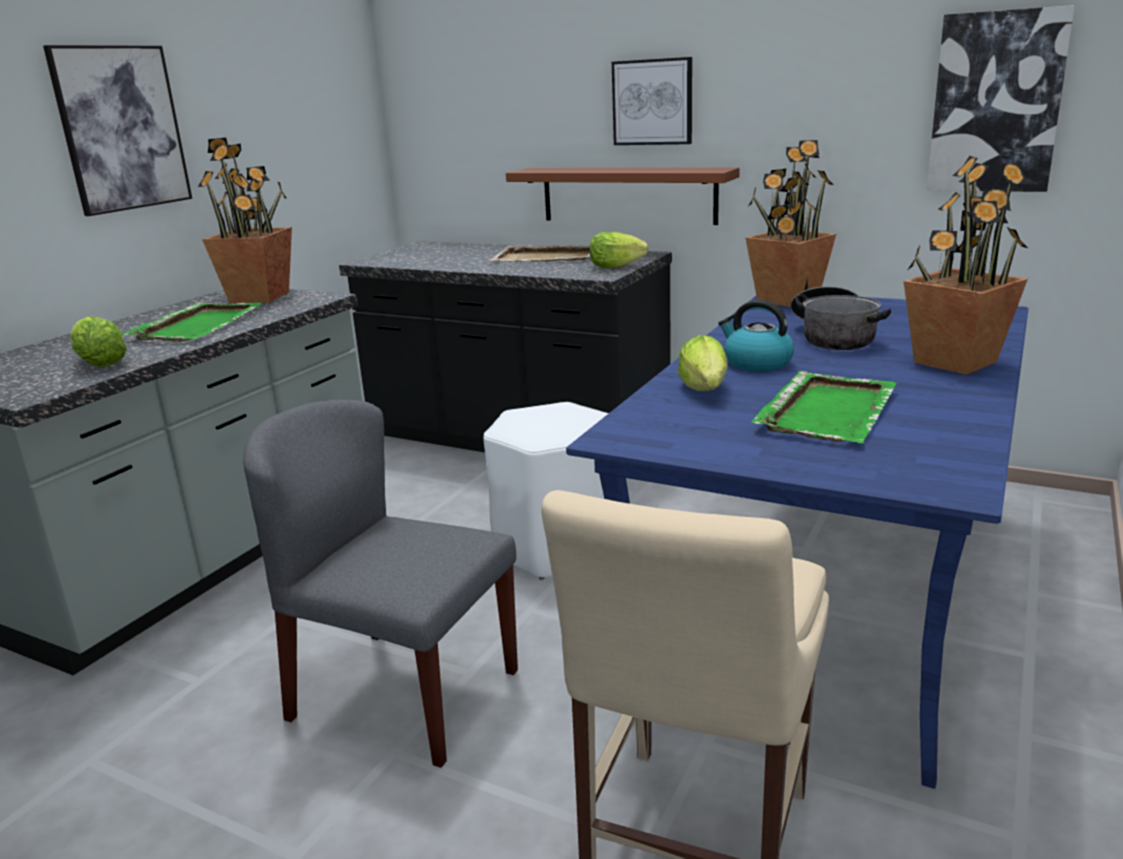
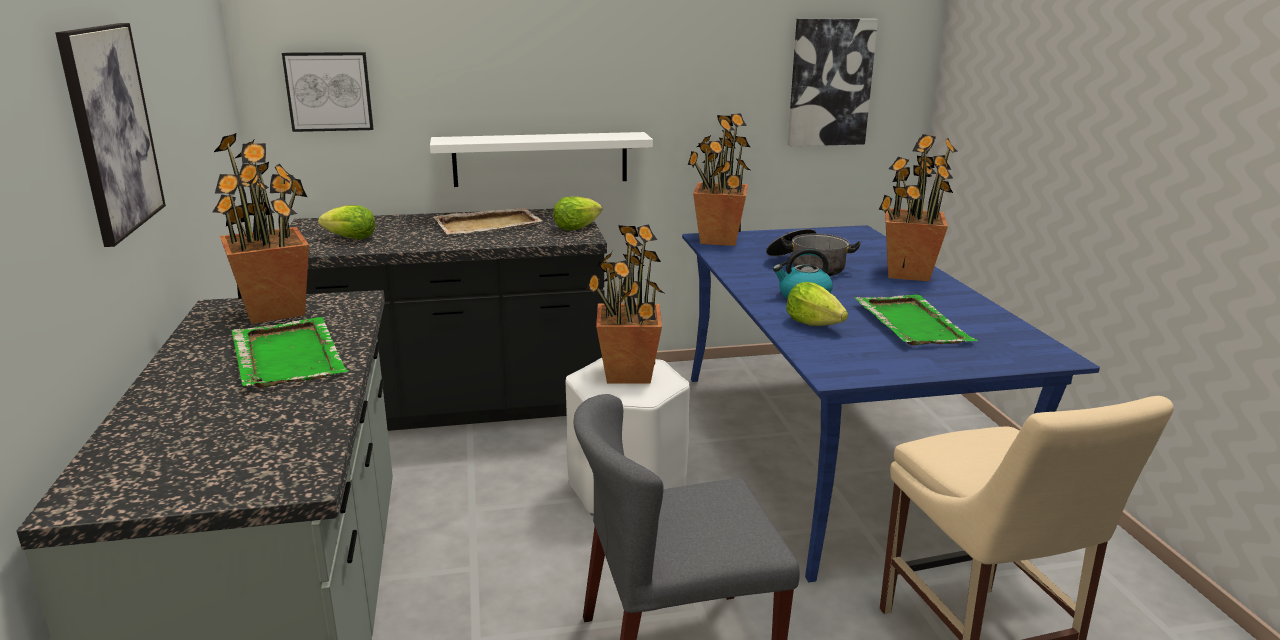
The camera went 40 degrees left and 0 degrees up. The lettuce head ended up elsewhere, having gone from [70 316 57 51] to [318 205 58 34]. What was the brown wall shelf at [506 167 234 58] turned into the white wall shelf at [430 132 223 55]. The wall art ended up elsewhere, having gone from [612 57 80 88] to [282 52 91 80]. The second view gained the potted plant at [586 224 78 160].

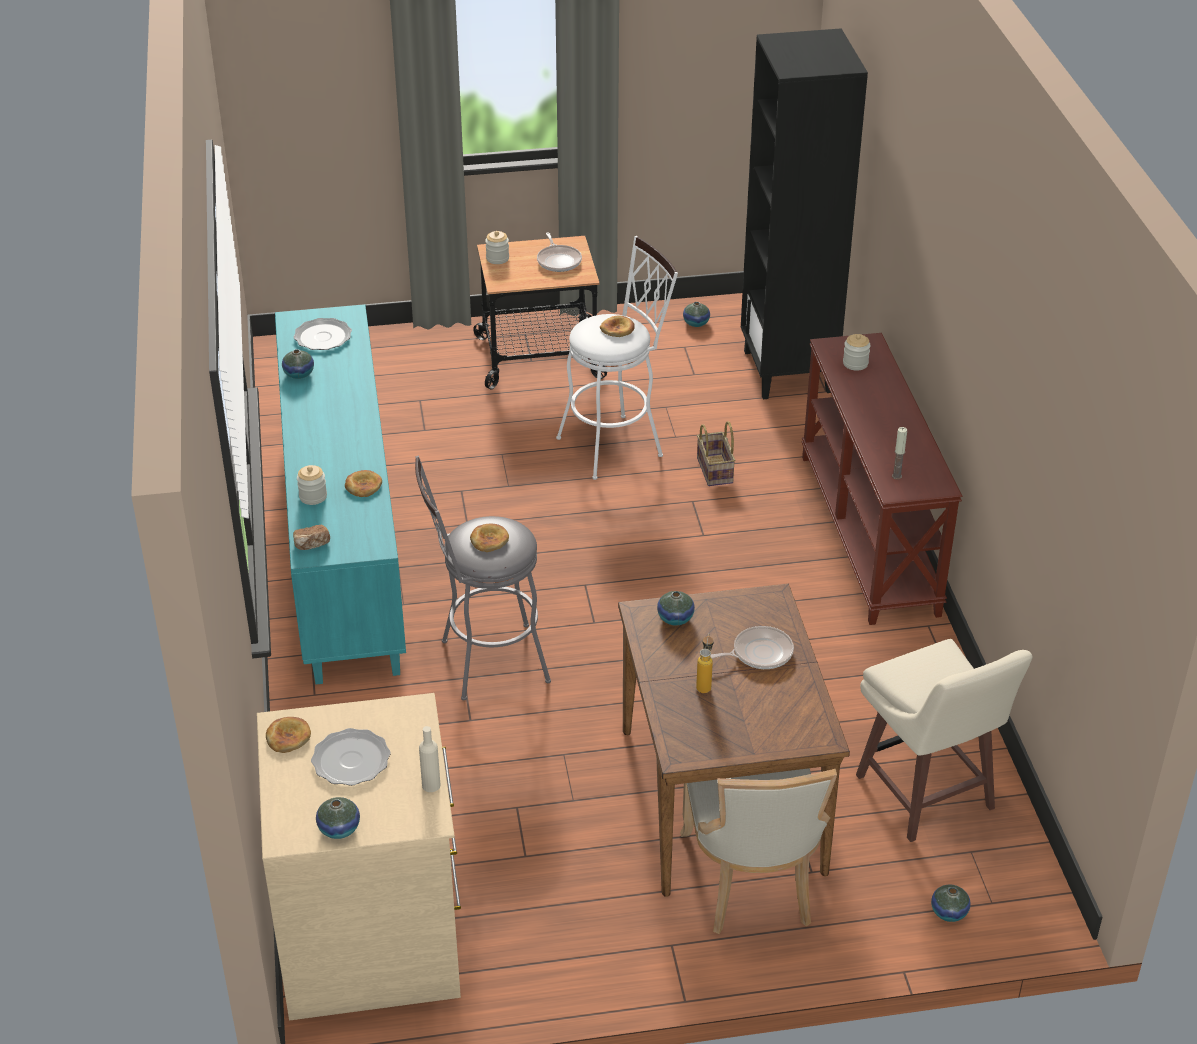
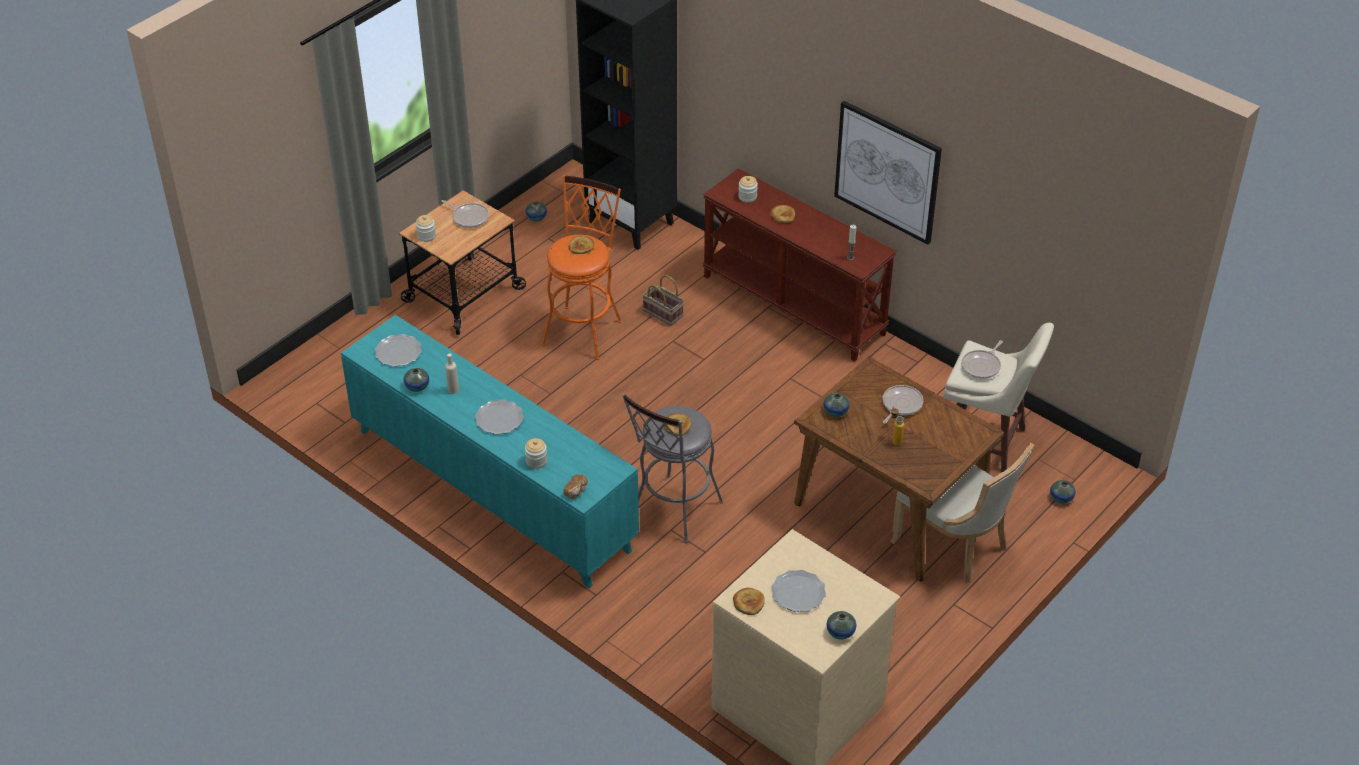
The camera went 40 degrees left and 5 degrees up. The bakery bread ended up elsewhere, having gone from [345 470 37 27] to [770 205 25 18]. The beige beverage bottle ended up elsewhere, having gone from [419 726 21 66] to [445 353 14 41]. What was the white sitting stool at [556 236 122 244] turned into the orange sitting stool at [542 175 80 185]. The second view gained the dinner plate at [475 399 49 36]. The second view gained the wall art at [834 101 108 144]. The second view gained the skillet at [961 340 42 39].

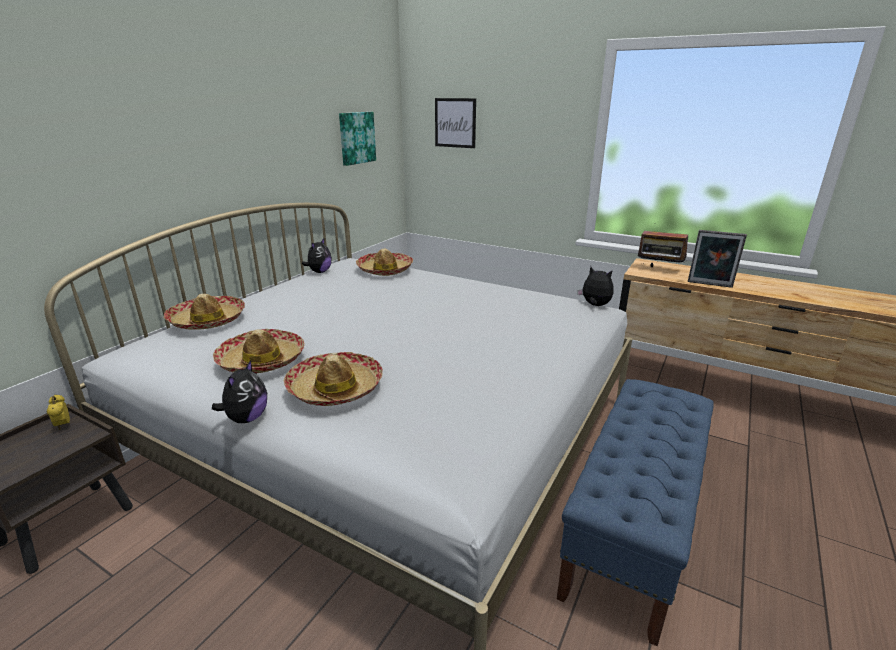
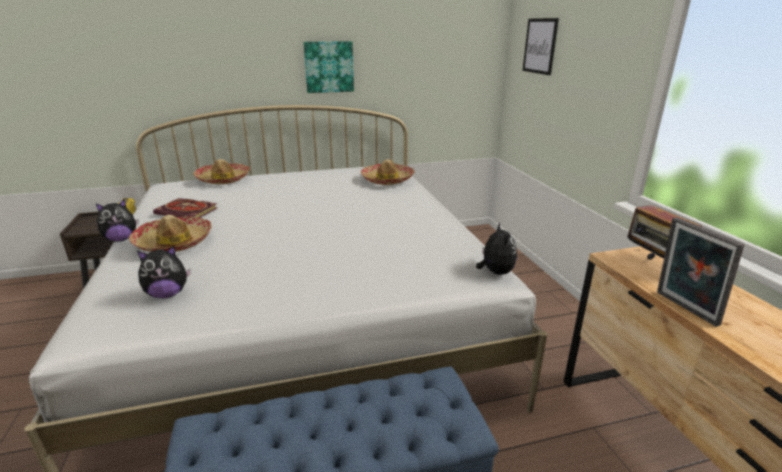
The camera went 45 degrees right and 0 degrees up. Where the hat stood at [213 329 92 44], the book came to stand at [153 198 64 20]. The cuddly toy ended up elsewhere, having gone from [302 238 30 35] to [137 246 54 52]. The wall art ended up elsewhere, having gone from [339 112 37 54] to [303 41 51 52].

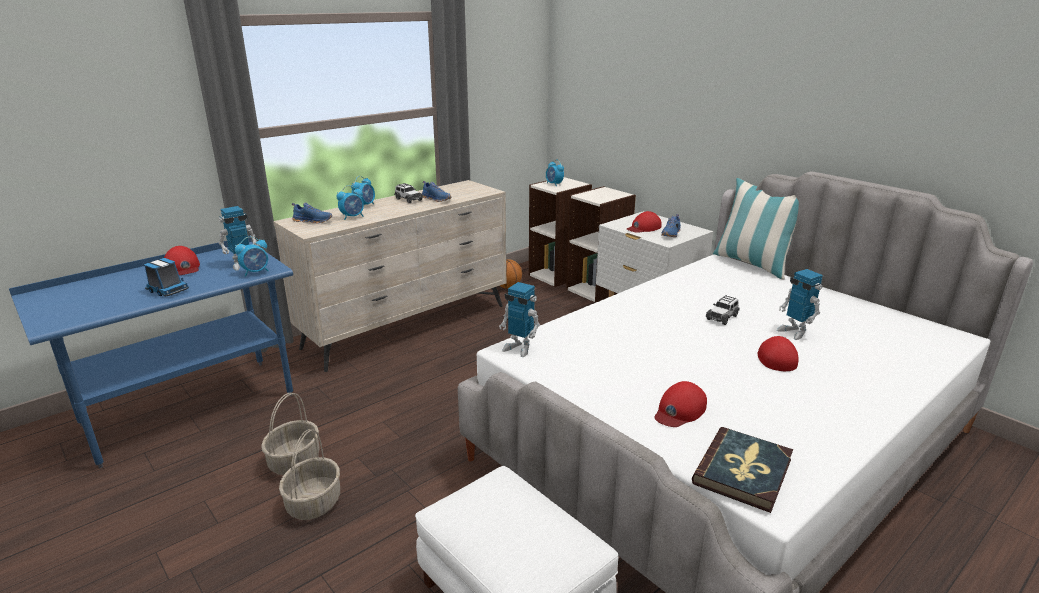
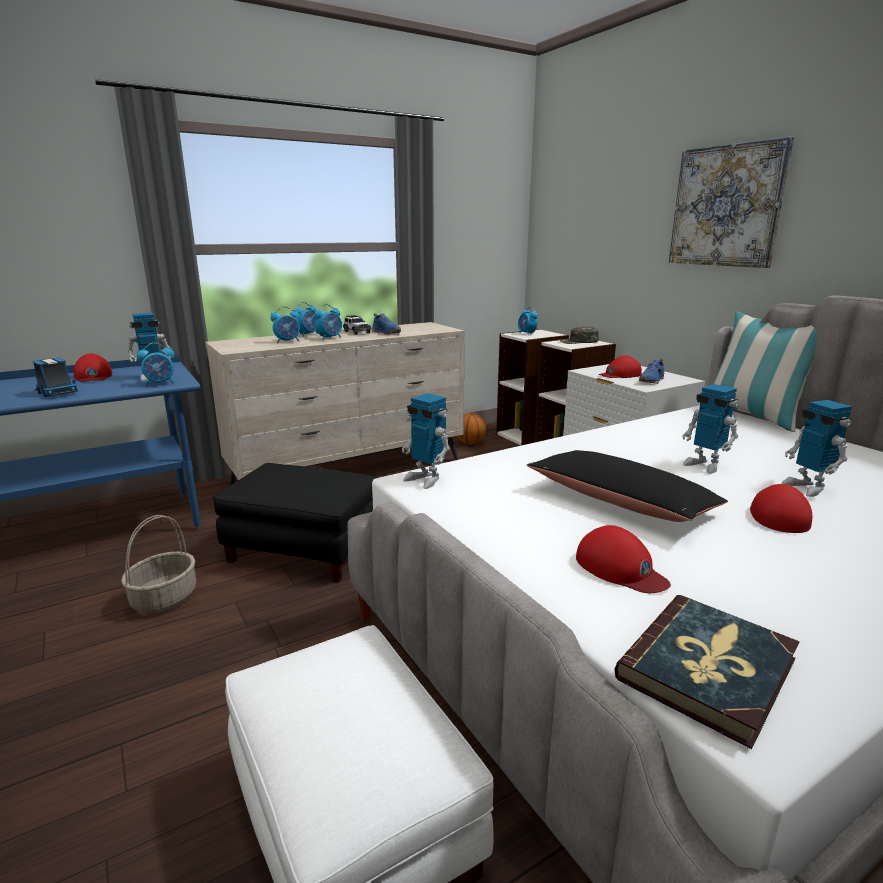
The camera went 10 degrees right and 5 degrees down. The second view lost the household basket at [279 429 61 91]. The second view lost the blue shoe at [292 203 40 21]. The red cap at [655 381 52 46] ended up facing another way, 90 degrees counterclockwise from before. Where the toy car stood at [706 295 34 30], the robot figure came to stand at [682 384 56 90]. The second view gained the blackish footrest at [213 463 166 120]. The second view gained the table clock at [314 304 28 36]. The second view gained the blackish cushion at [527 450 201 72]. The second view gained the greenish cap at [558 326 41 18]. The second view gained the wall art at [669 136 125 132].

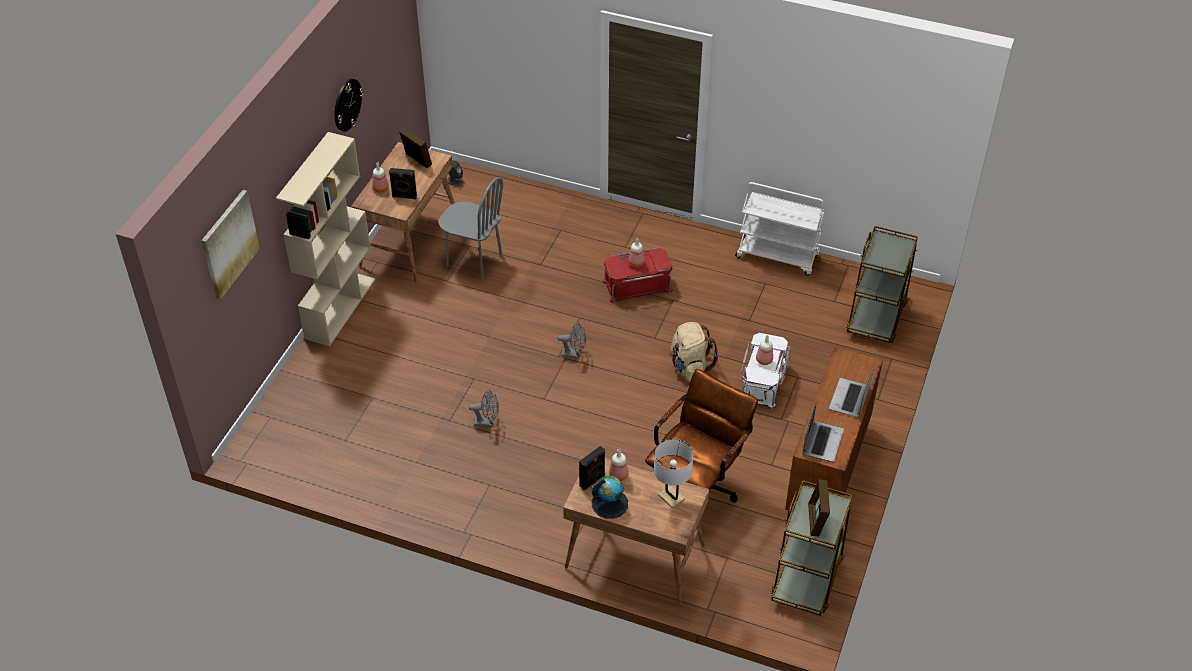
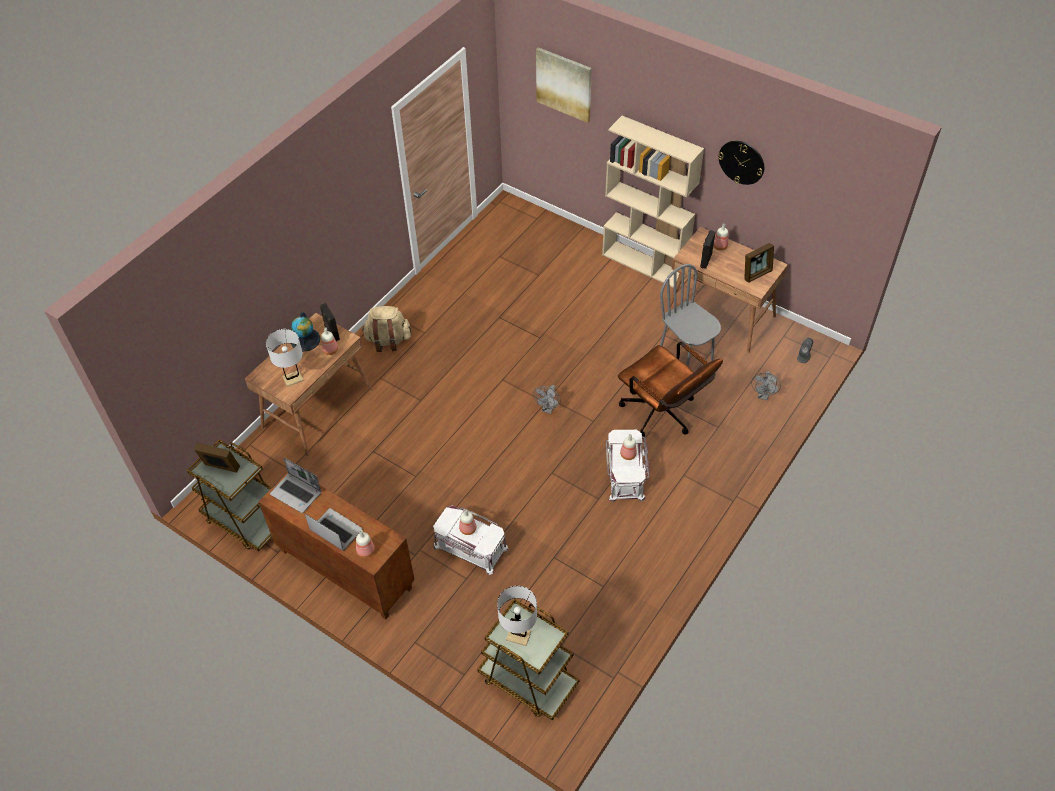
The camera went 105 degrees right and 5 degrees up. The grey plain chair at [439 177 64 103] ended up facing another way, 105 degrees clockwise from before. The grey fan ended up elsewhere, having gone from [469 390 30 37] to [751 371 30 29]. What was the red storage box at [602 248 71 56] turned into the white storage box at [605 430 44 72]. The brown computer chair ended up elsewhere, having gone from [645 369 113 134] to [618 341 105 98]. The beige backpack ended up elsewhere, having gone from [669 322 50 60] to [362 306 49 46]. The second view lost the white trolley at [735 182 90 93]. The second view gained the beverage bottle at [356 530 19 28]. The second view gained the white tabletop lamp at [497 586 40 60].

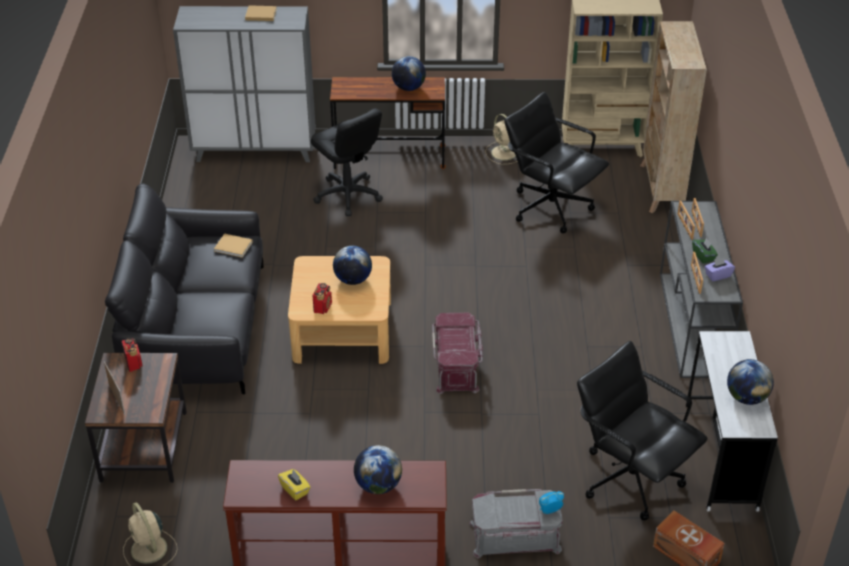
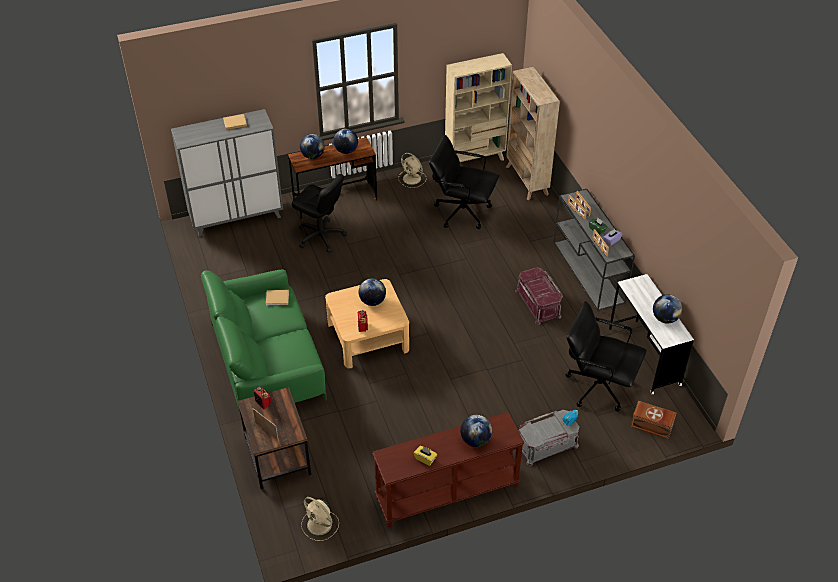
The camera went 20 degrees left and 5 degrees up. What was the blackish couch at [105 183 159 212] turned into the greenish couch at [201 270 126 141]. The red storage box ended up elsewhere, having gone from [432 313 51 81] to [515 267 48 58]. The second view gained the desk globe at [300 134 25 25].

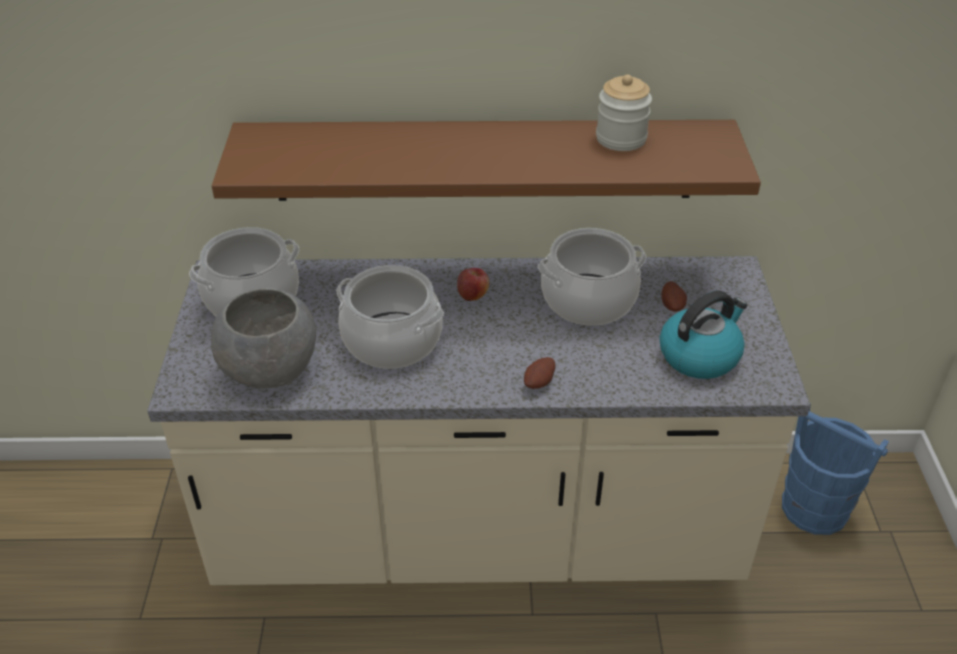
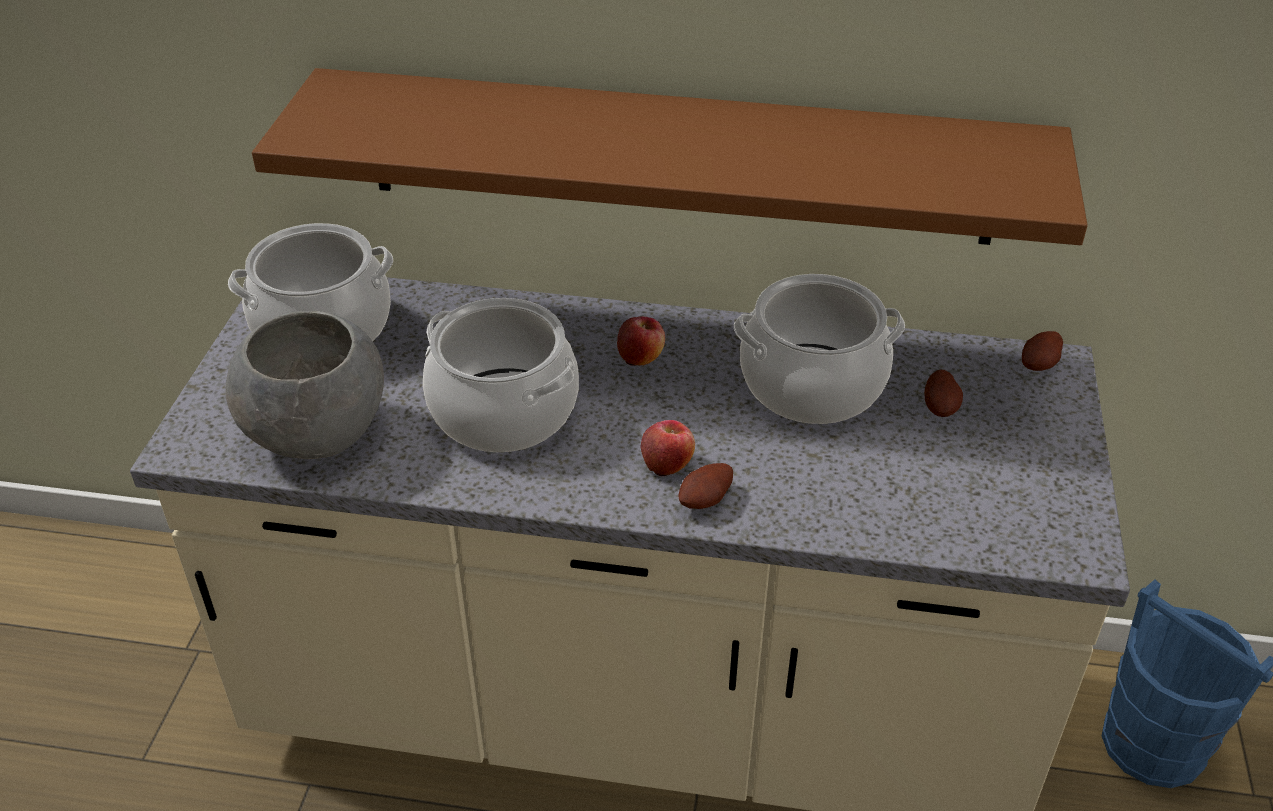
The camera went 10 degrees right and 0 degrees up. The second view lost the jar at [596 74 56 77]. The second view lost the water kettle at [659 291 88 88]. The second view gained the apple at [641 420 54 56]. The second view gained the potato at [1022 331 41 40].

